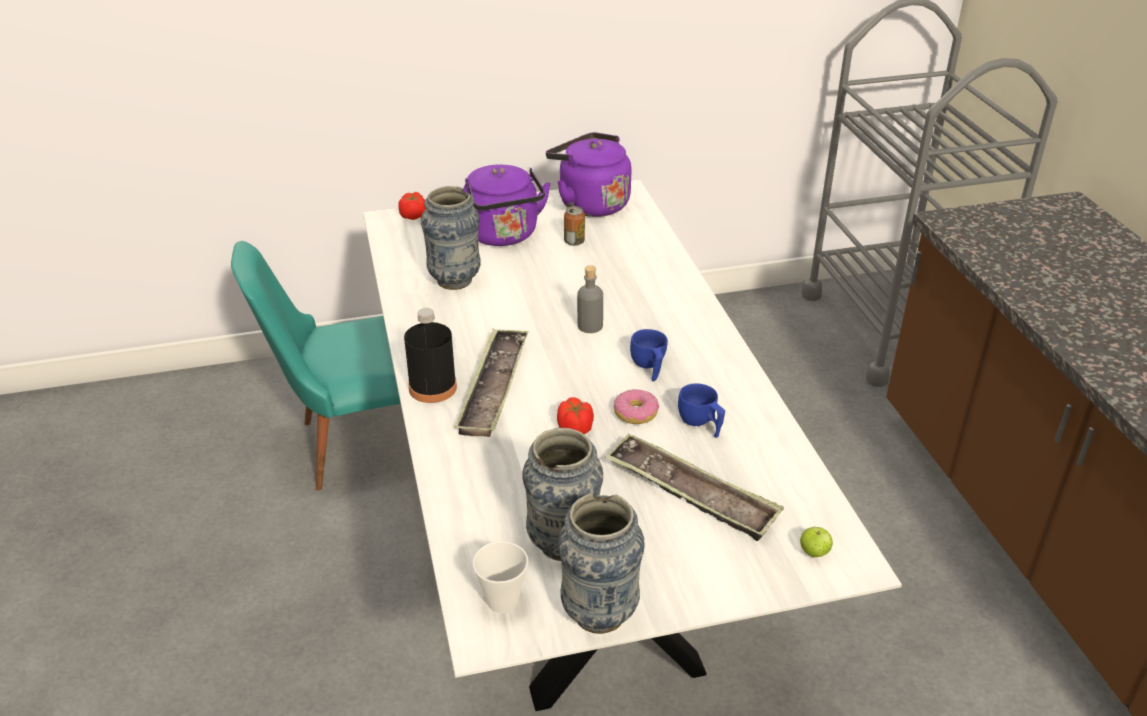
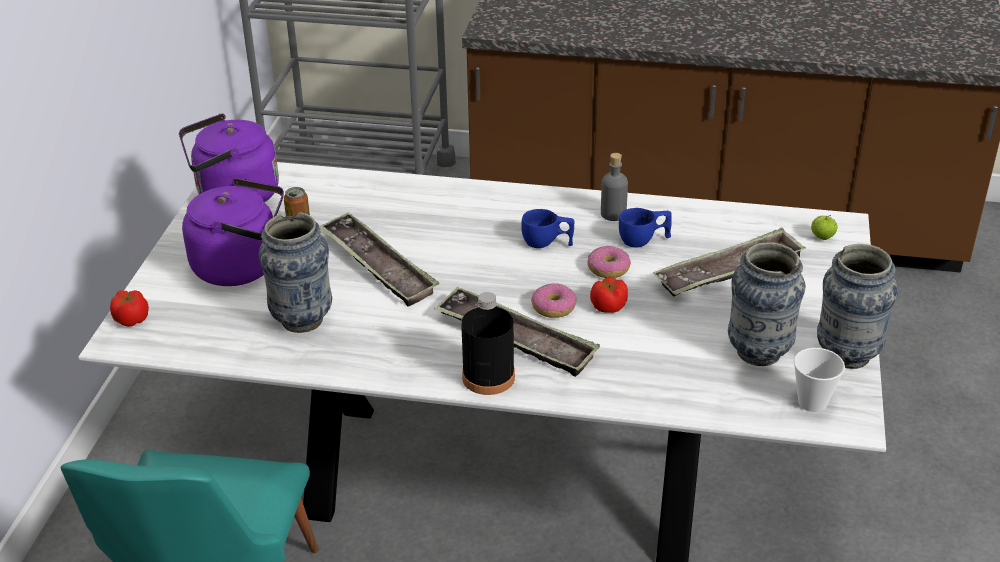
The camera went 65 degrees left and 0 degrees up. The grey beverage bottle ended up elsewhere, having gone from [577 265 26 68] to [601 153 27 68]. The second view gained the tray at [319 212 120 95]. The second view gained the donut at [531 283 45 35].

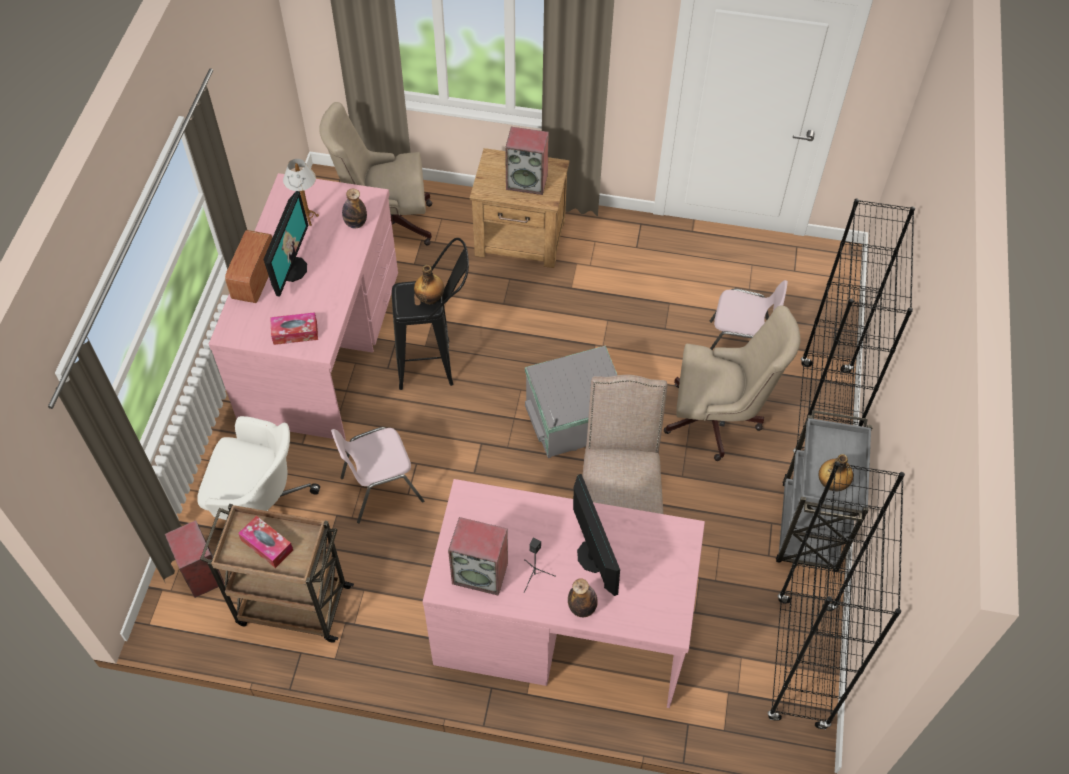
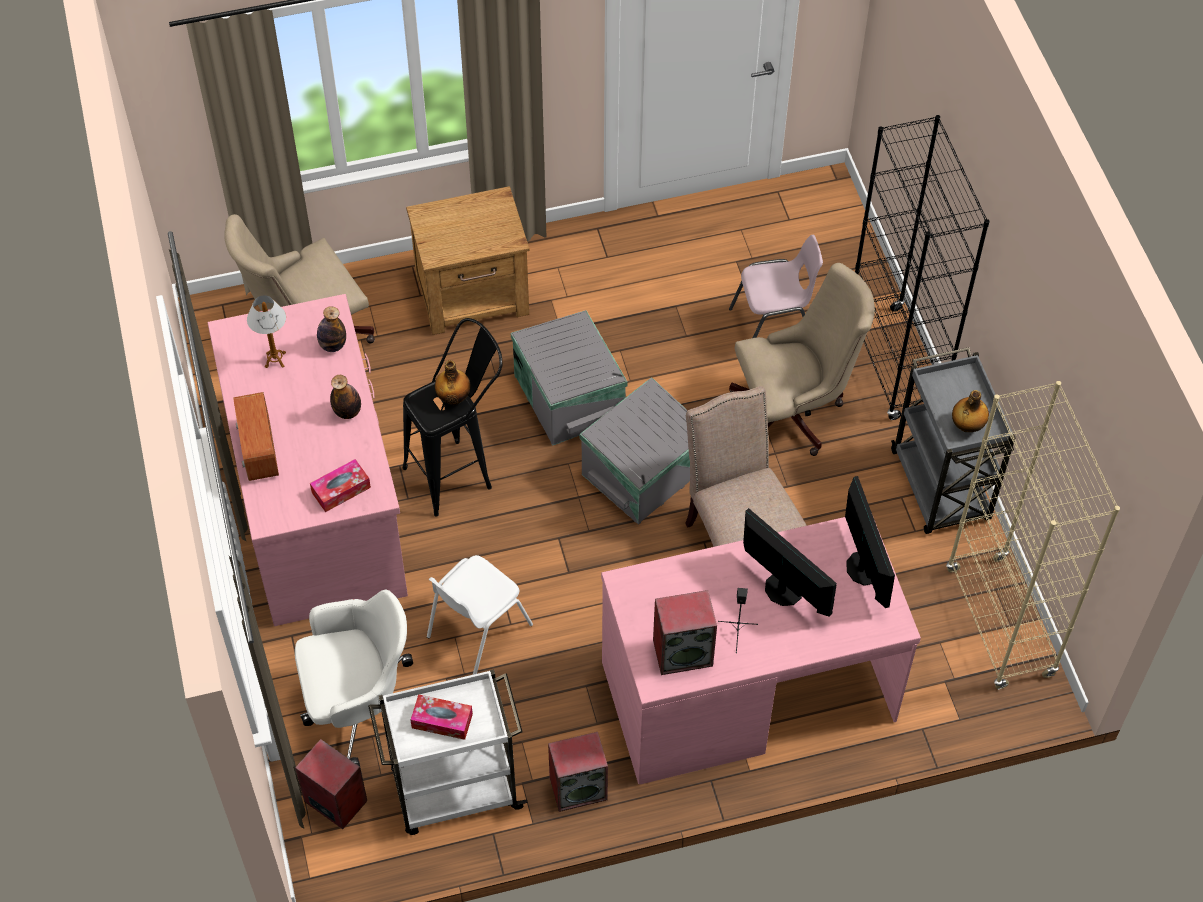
The camera went 25 degrees left and 0 degrees up. What was the brown trolley at [200 504 154 139] turned into the white trolley at [368 669 159 166]. The computer screen ended up elsewhere, having gone from [263 191 45 106] to [845 476 50 132]. What was the pink plain chair at [331 427 93 96] turned into the white plain chair at [427 555 106 120]. The audio speaker ended up elsewhere, having gone from [505 127 44 68] to [548 732 60 80]. The beverage bottle ended up elsewhere, having gone from [568 579 30 38] to [330 375 31 44]. What was the blackish bookshelf at [768 461 137 269] turned into the beige bookshelf at [946 381 174 309]. The second view gained the grey storage box at [511 310 117 136].

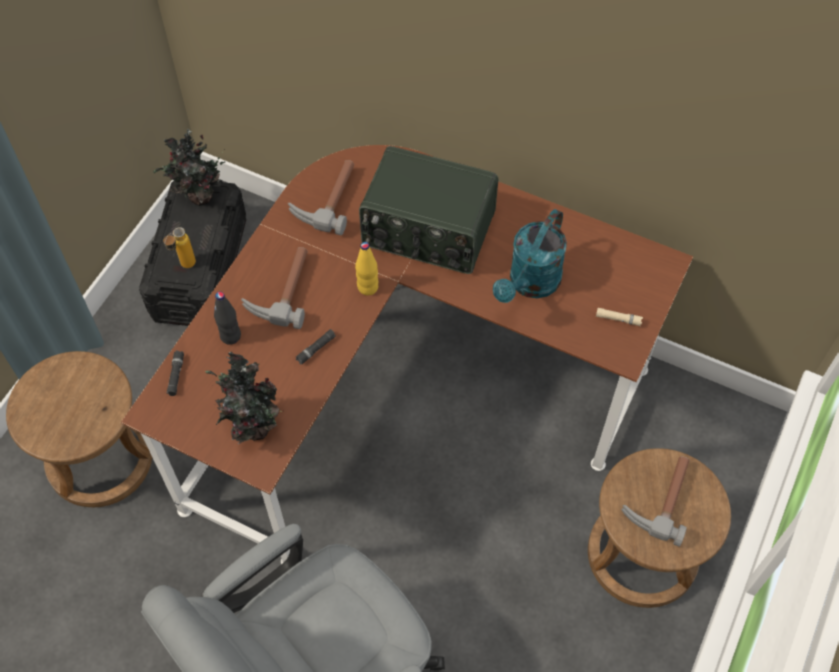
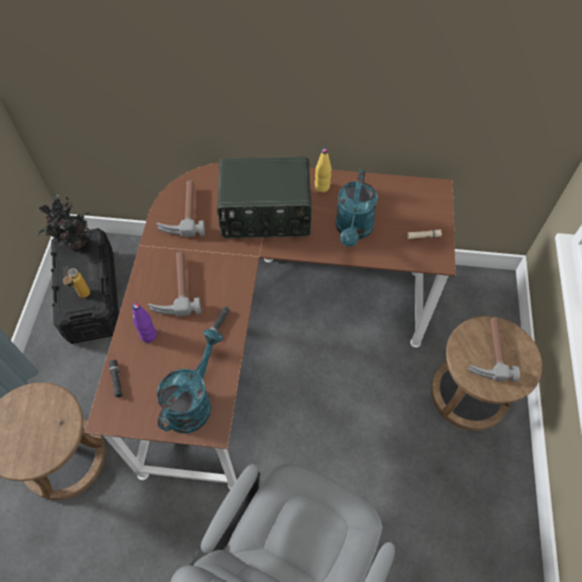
The camera went 20 degrees left and 0 degrees up. Where the potted plant stood at [205 352 79 92], the turquoise watering can came to stand at [157 329 66 104]. What was the blackish beverage bottle at [214 292 27 53] turned into the purple-coloured beverage bottle at [132 303 25 40]. The yellow-coloured beverage bottle ended up elsewhere, having gone from [355 242 23 54] to [315 148 17 44].

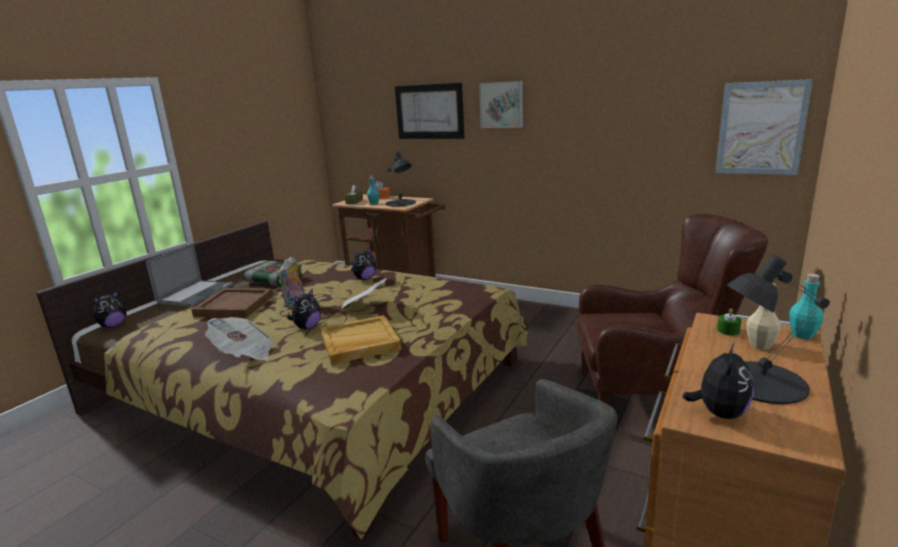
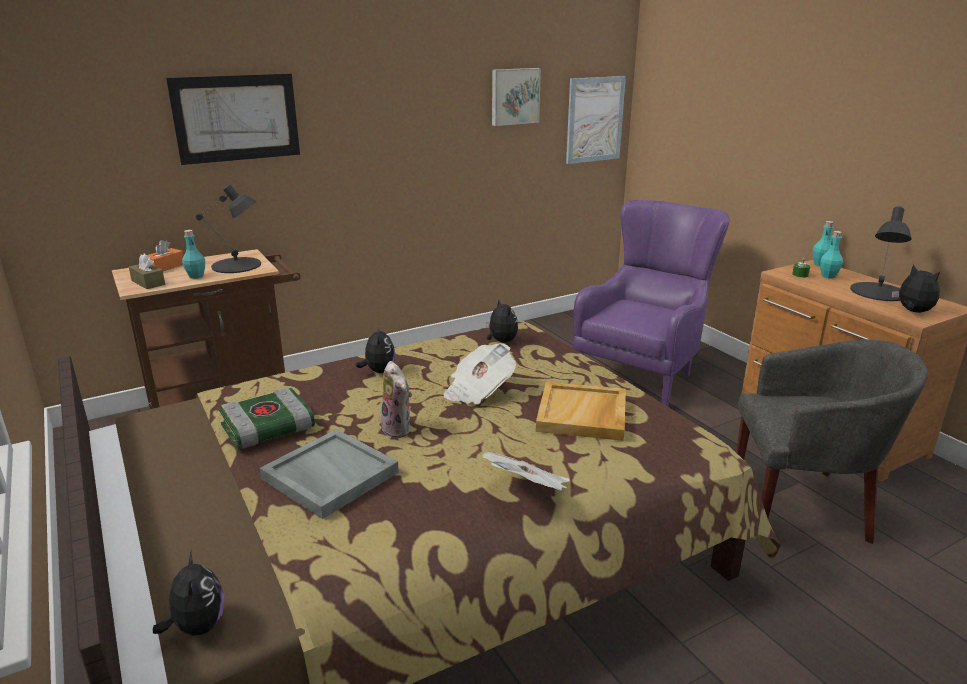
The camera went 60 degrees left and 5 degrees up. The second view lost the laptop at [146 243 87 64]. What was the brown tray at [191 288 83 30] turned into the grey tray at [260 429 139 90]. The cuddly toy ended up elsewhere, having gone from [287 288 34 41] to [486 299 32 44]. The wall art ended up elsewhere, having gone from [479 81 44 47] to [492 68 49 58]. What was the brown lounge chair at [576 214 193 191] turned into the purple-coloured lounge chair at [572 200 158 206]. What was the beige beverage bottle at [746 283 35 67] turned into the turquoise beverage bottle at [820 231 23 48].

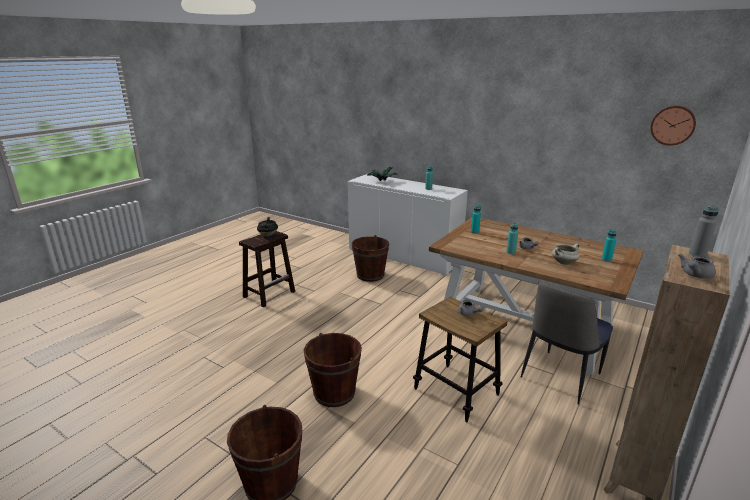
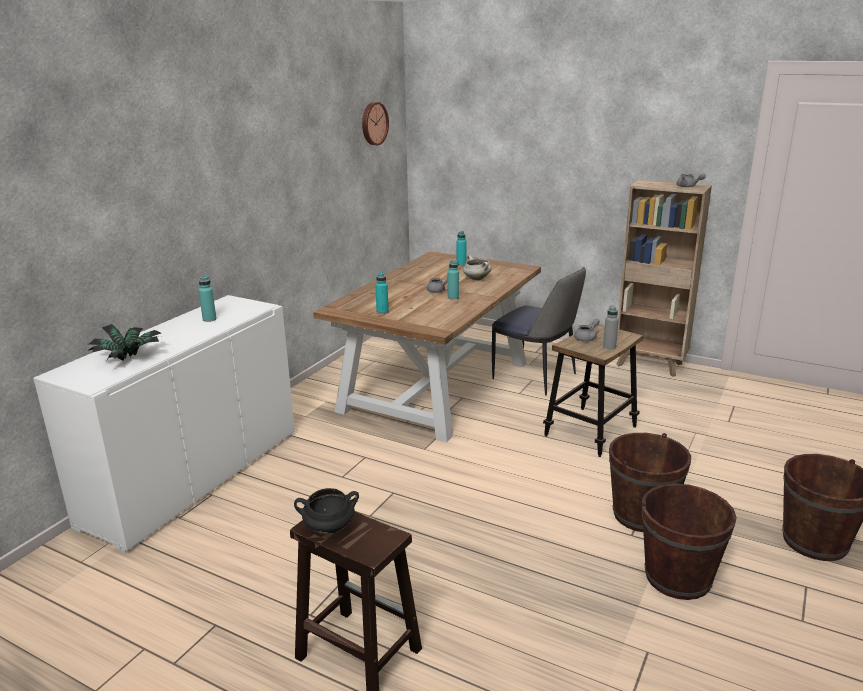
The camera went 95 degrees left and 0 degrees up. The brown bucket ended up elsewhere, having gone from [352 235 37 47] to [642 484 95 116]. The grey beverage bottle ended up elsewhere, having gone from [689 205 30 52] to [603 305 16 45].

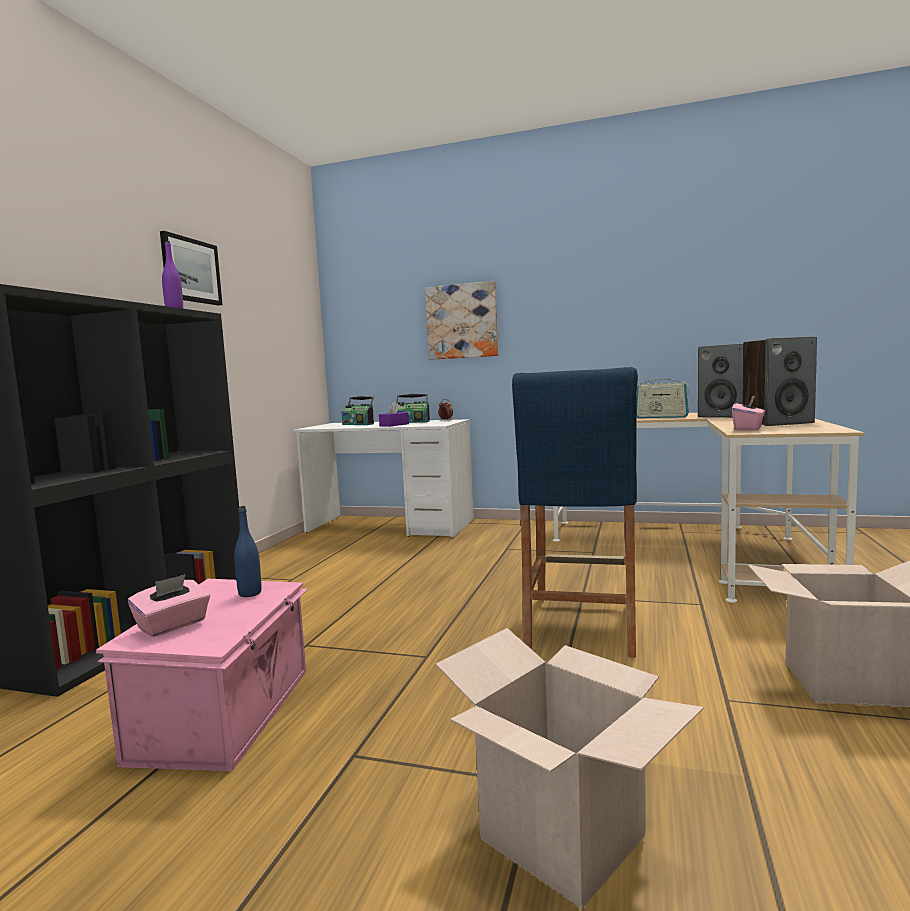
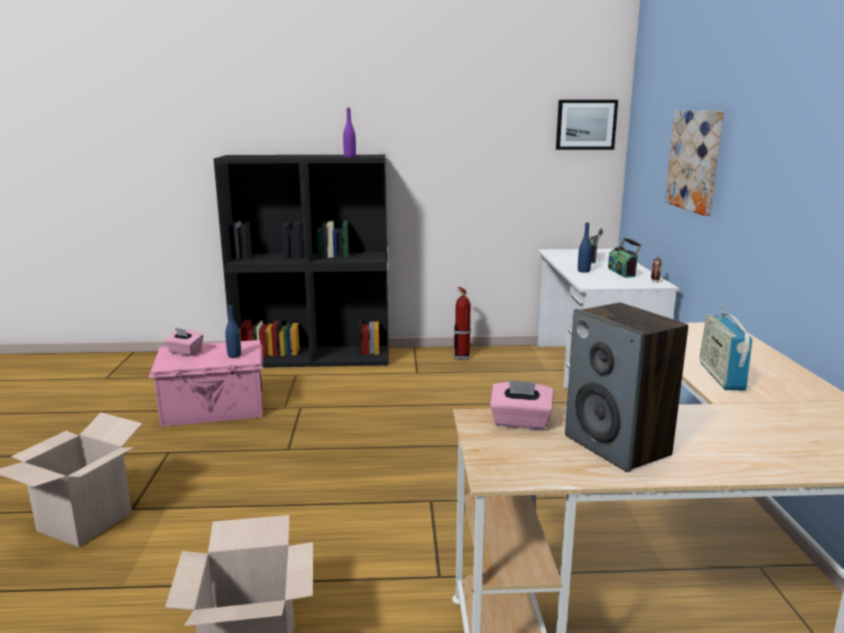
The camera went 70 degrees right and 10 degrees up. The wall art ended up elsewhere, having gone from [160 231 62 75] to [556 100 62 50]. Where the purple-coloured box of tissues stood at [379 402 30 25], the blue beverage bottle came to stand at [578 222 14 51]. The second view lost the blue sitting stool at [512 367 126 291]. The second view lost the audio speaker at [698 344 45 74]. The second view gained the fire extinguisher at [454 287 17 73].

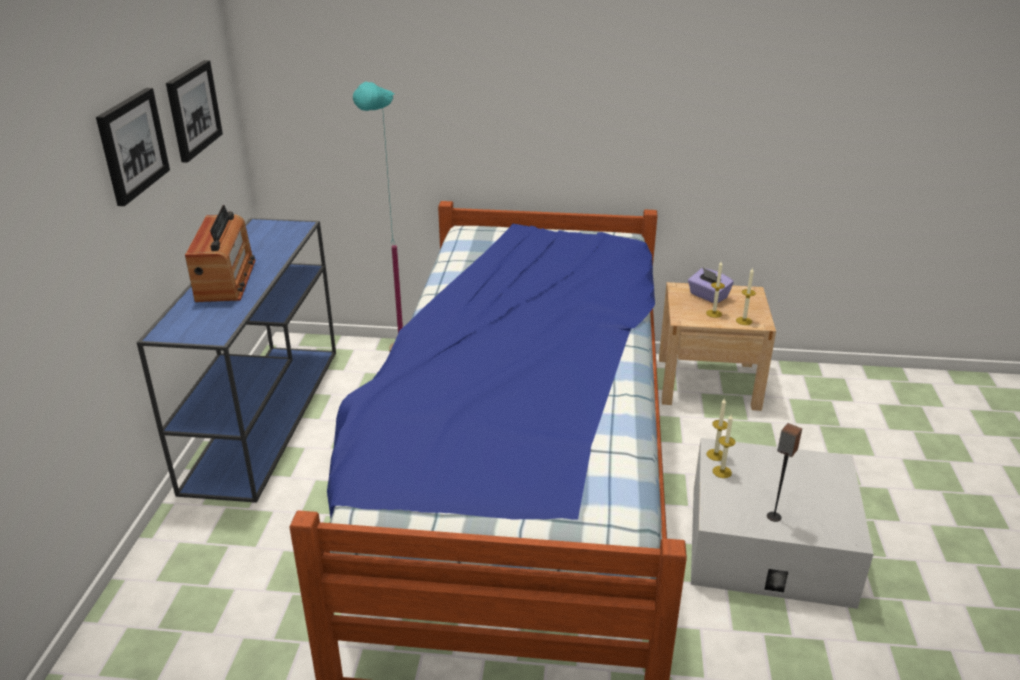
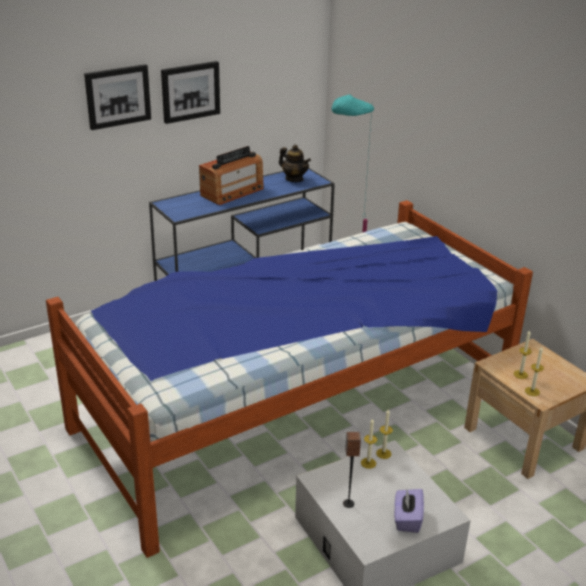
The camera went 50 degrees right and 0 degrees up. The wall art ended up elsewhere, having gone from [166 60 57 103] to [84 64 67 66]. The purple-coloured box of tissues ended up elsewhere, having gone from [688 268 46 35] to [394 489 30 44]. The second view gained the tea pot at [279 145 32 37].

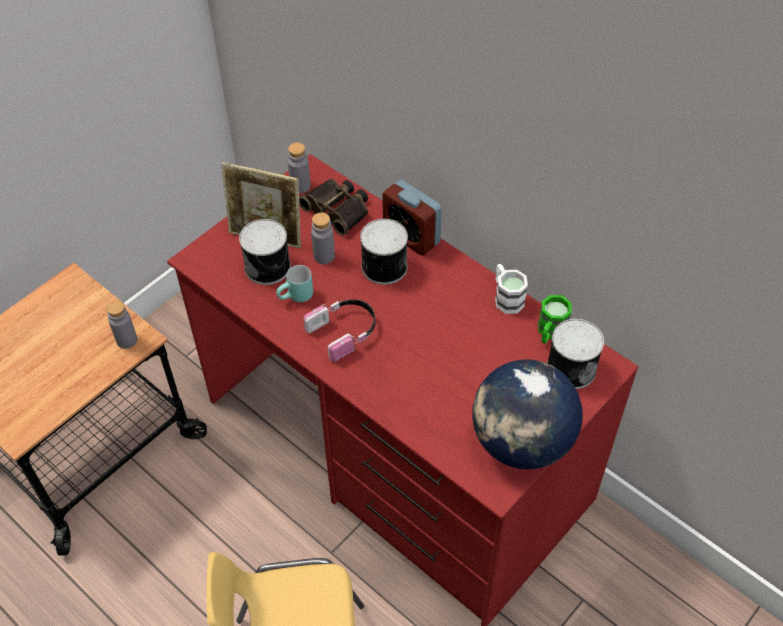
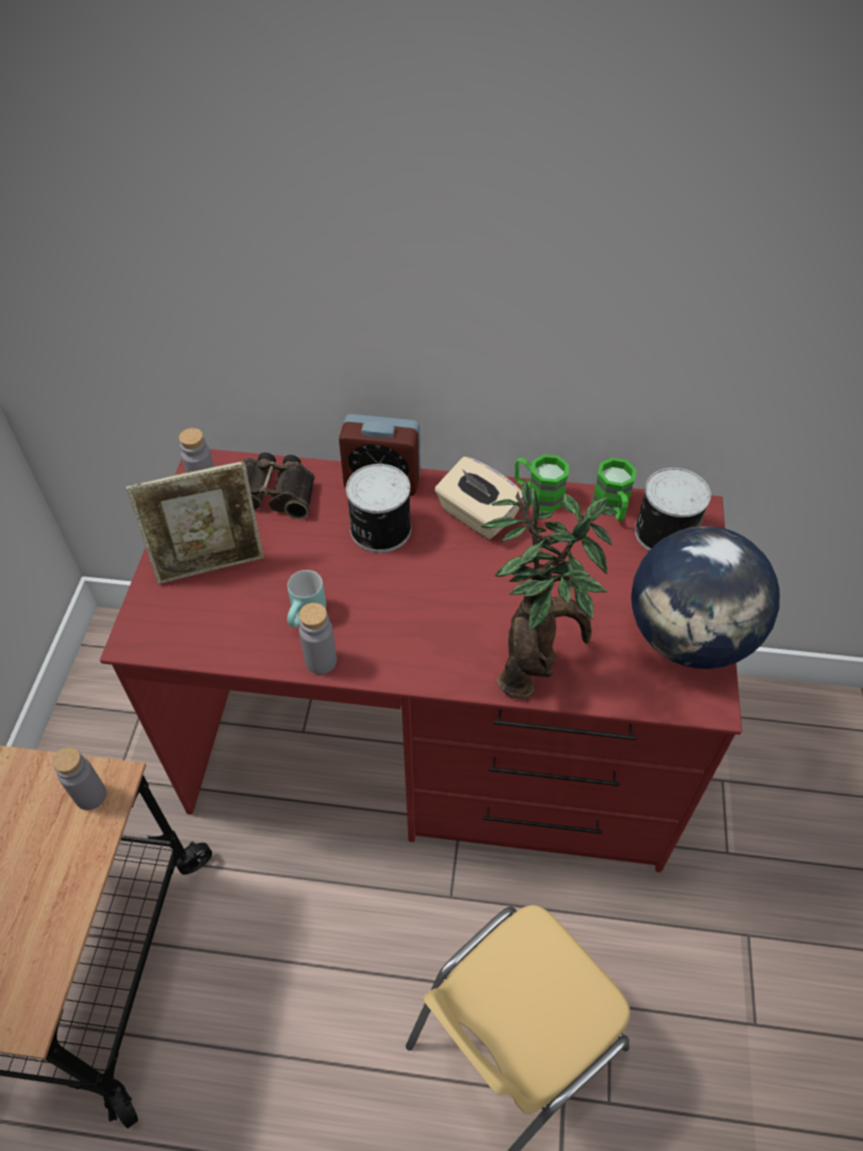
The camera went 35 degrees left and 0 degrees up. The second view lost the can at [239 219 52 66]. The second view lost the headset at [303 299 72 63]. The grey beverage bottle ended up elsewhere, having gone from [311 212 24 52] to [299 603 38 71]. What was the white coffee mug at [495 264 33 50] turned into the greenish coffee mug at [515 454 54 58]. The second view gained the beige box of tissues at [435 456 88 83]. The second view gained the potted plant at [481 480 136 219].

